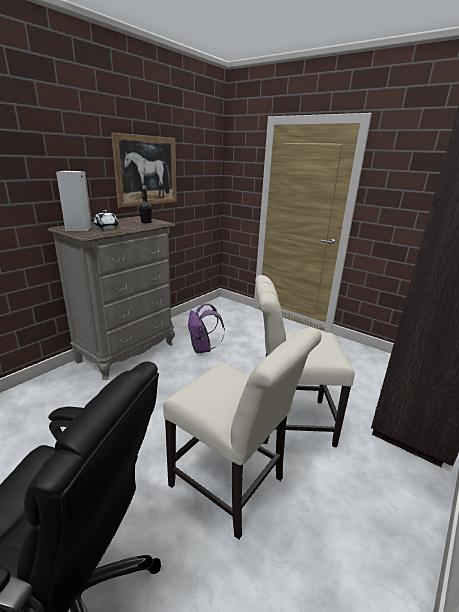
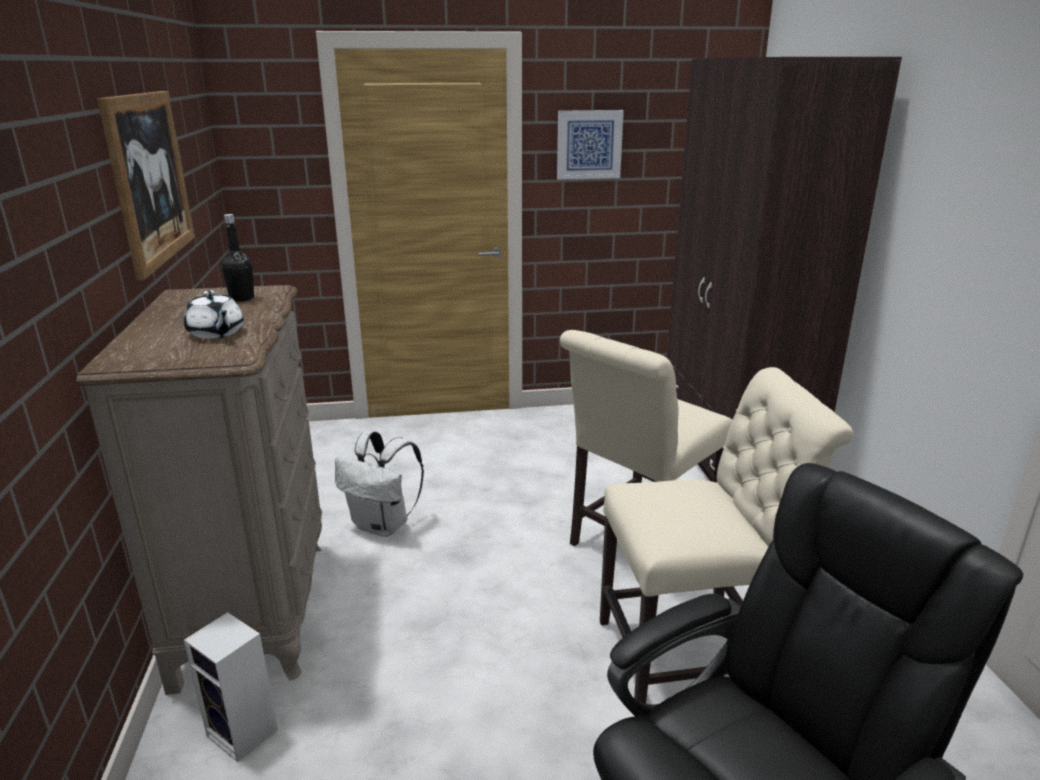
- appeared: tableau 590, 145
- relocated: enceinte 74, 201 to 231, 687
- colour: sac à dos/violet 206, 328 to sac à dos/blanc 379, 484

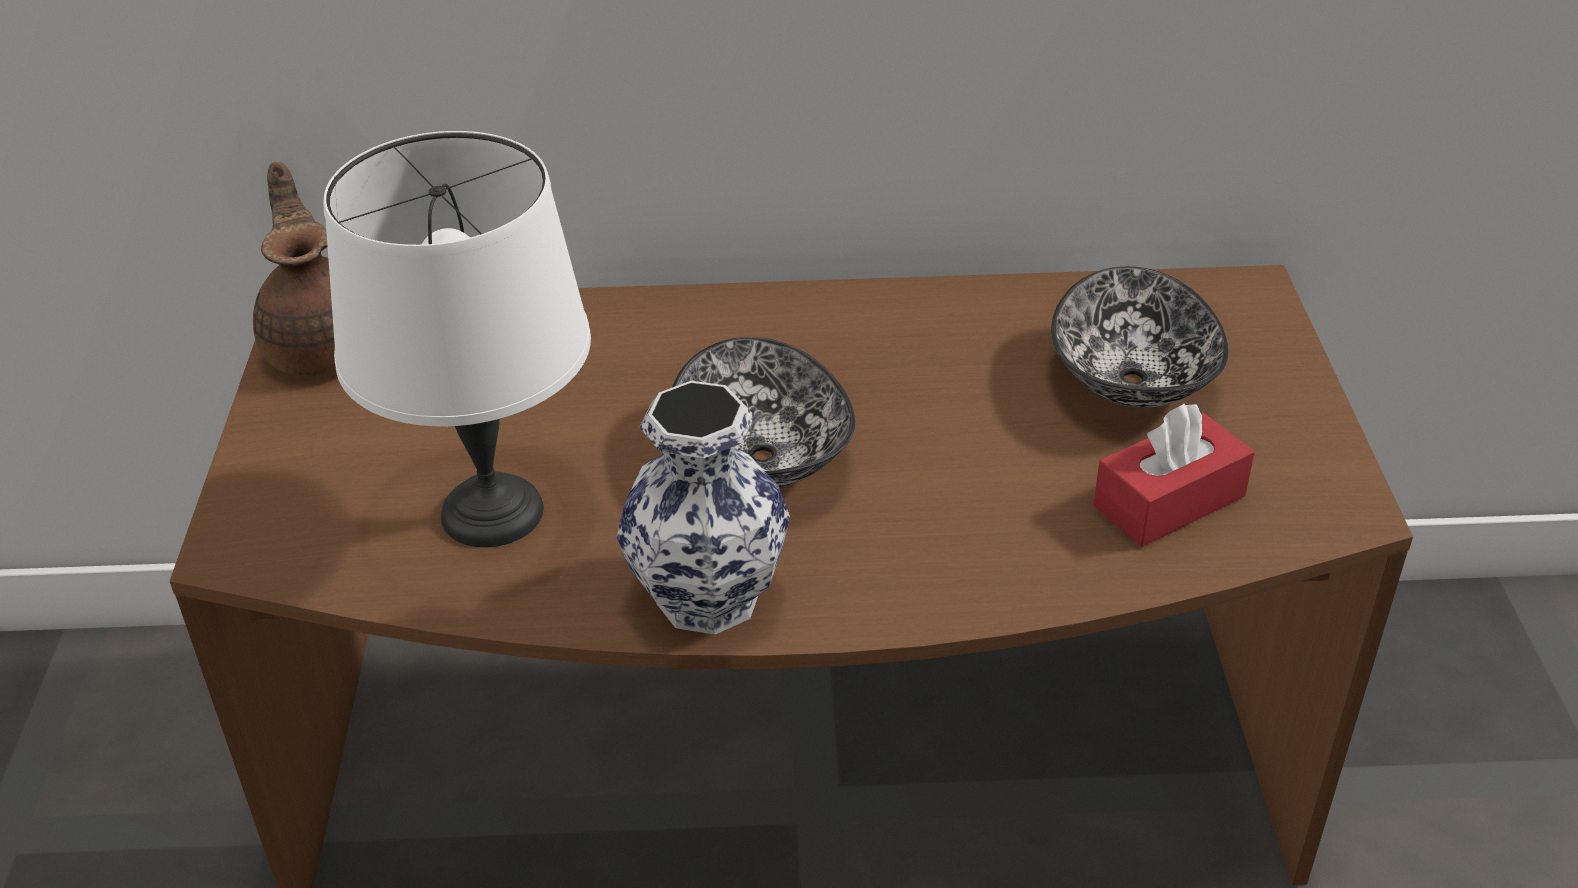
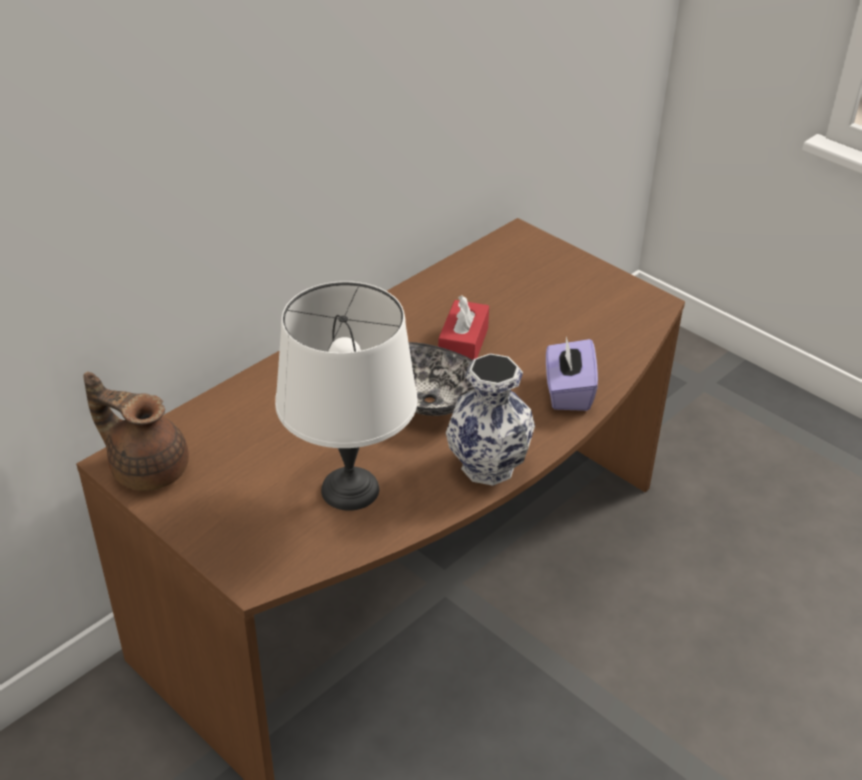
- missing: bol 1140, 337
- appeared: boîte à mouchoirs/violet 572, 374
- relocated: boîte à mouchoirs/rouge 1174, 475 to 463, 327

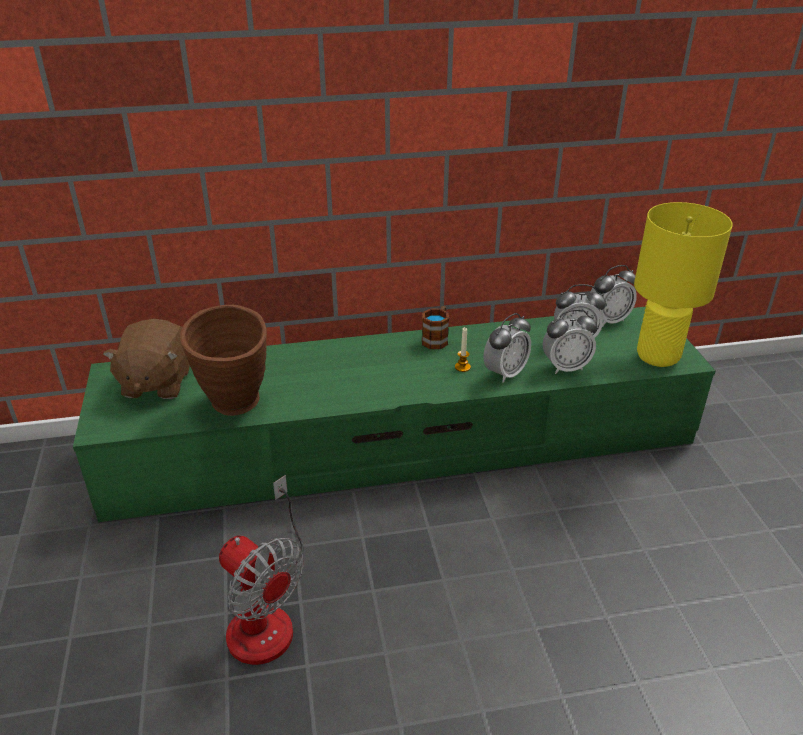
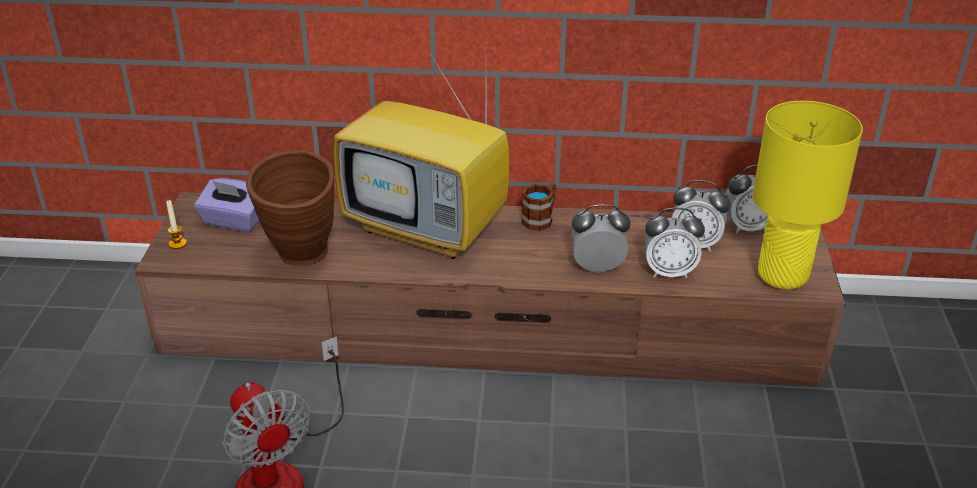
- appeared: téléviseur 421, 154
- relocated: bougie 463, 349 to 176, 224
- exchanged: peluche/marron 146, 359 to boîte à mouchoirs/violet 227, 205
- colour: meuble télé/vert 394, 414 to meuble télé/marron 490, 289
- spun: réveil 507, 348 = 601, 238 150 degrees counterclockwise

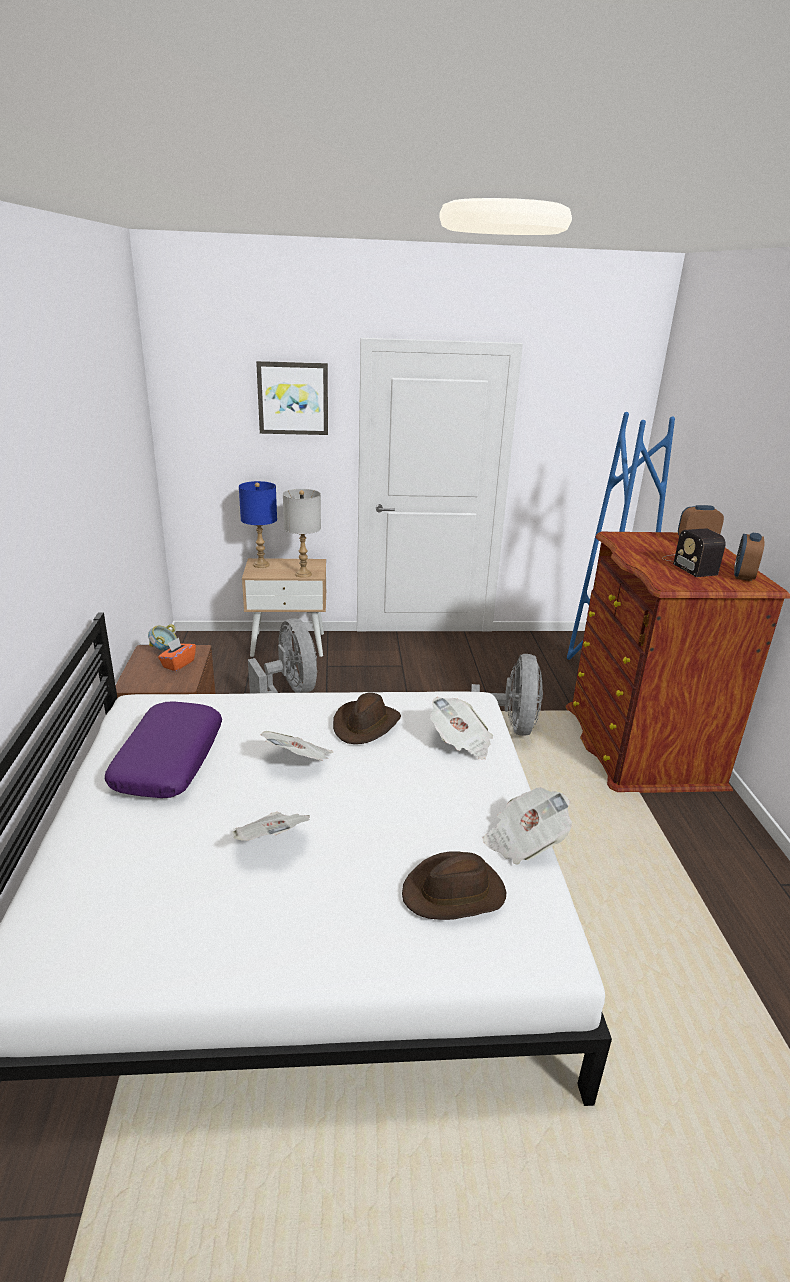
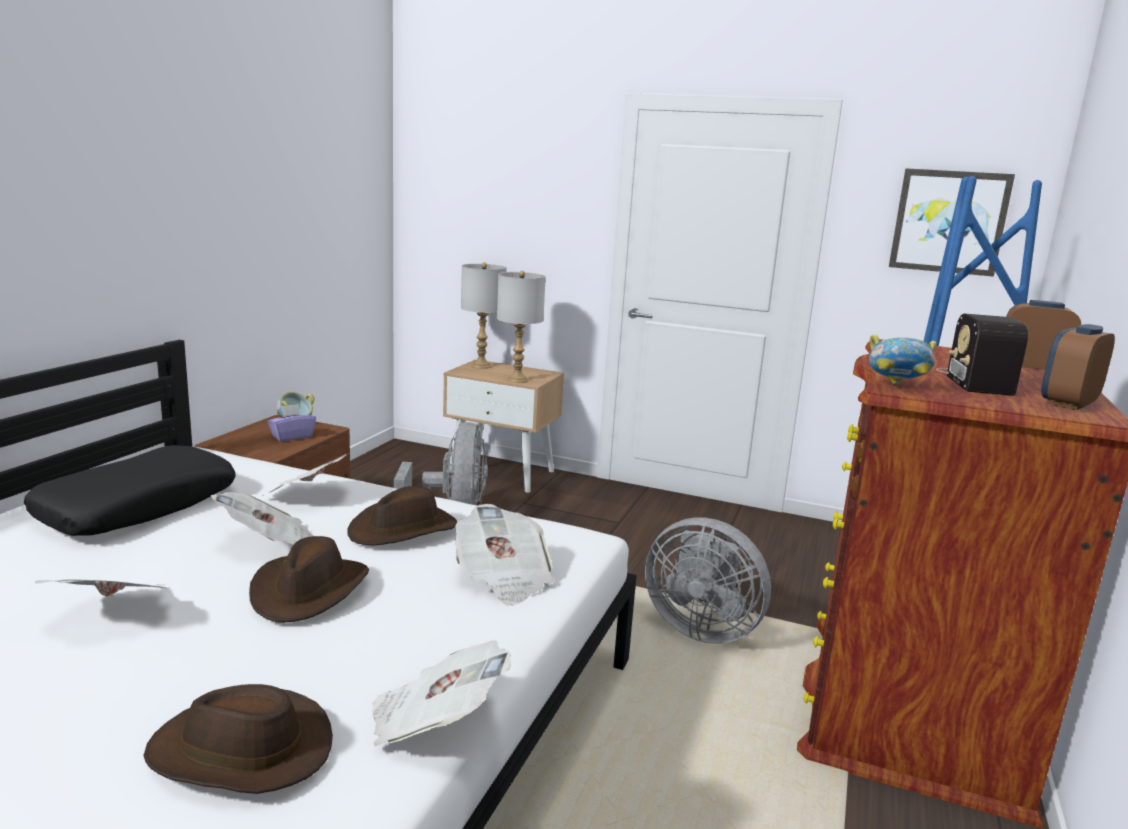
- appeared: chapeau/marron 309, 579
- appeared: journal 306, 474
- appeared: bol 903, 359
- relocated: tableau 292, 398 to 952, 222
- colour: coussin/violet 163, 750 to coussin/noir 130, 490
- colour: boîte à mouchoirs/orange 177, 654 to boîte à mouchoirs/violet 291, 423
- colour: lampe de table/bleu 258, 524 to lampe de table/gris 484, 315
- spun: ventilateur/gris 507, 695 = 708, 580 90 degrees clockwise

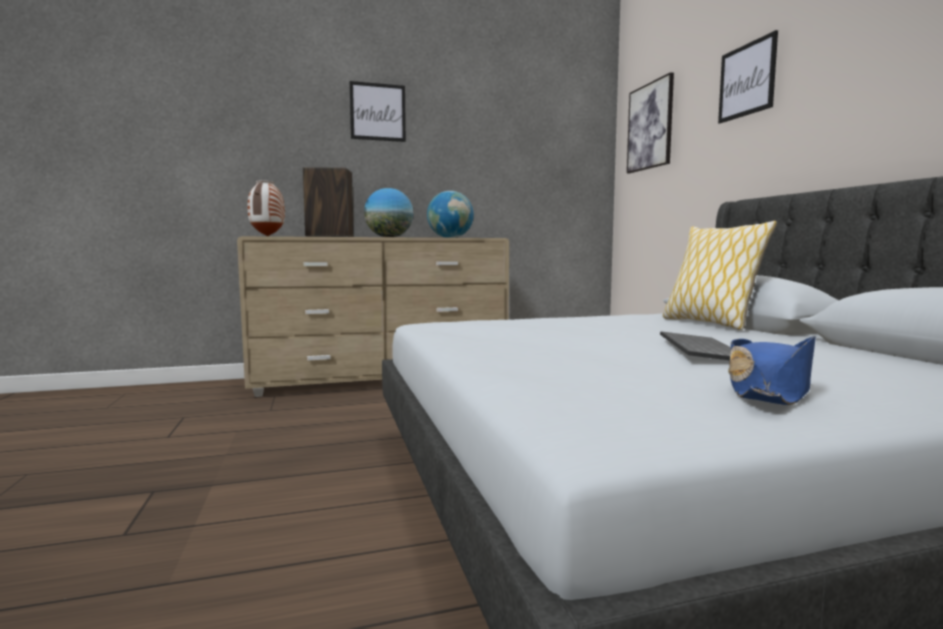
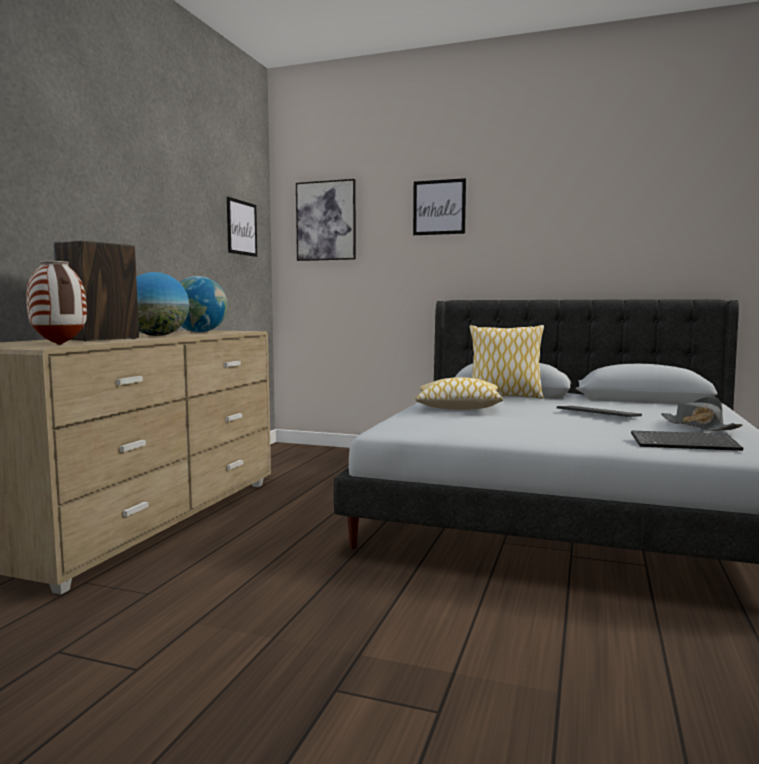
- appeared: coussin 459, 393
- appeared: clavier 687, 441
- relocated: tableau 378, 111 to 242, 227
- colour: chapeau/bleu 772, 370 to chapeau/gris 702, 414

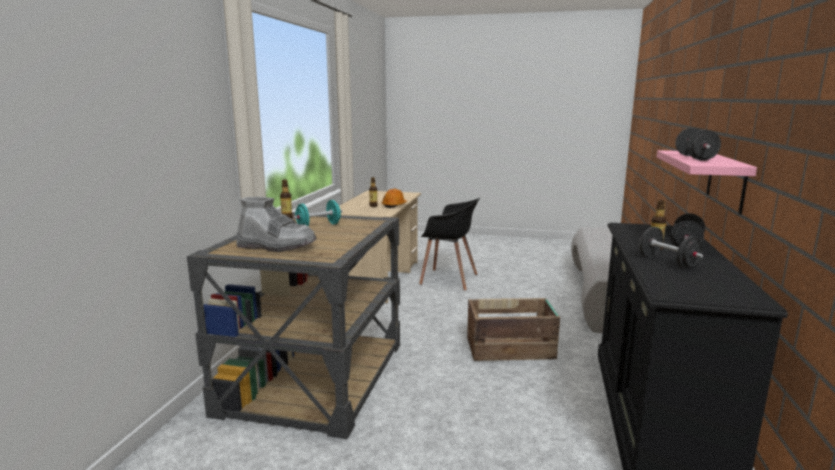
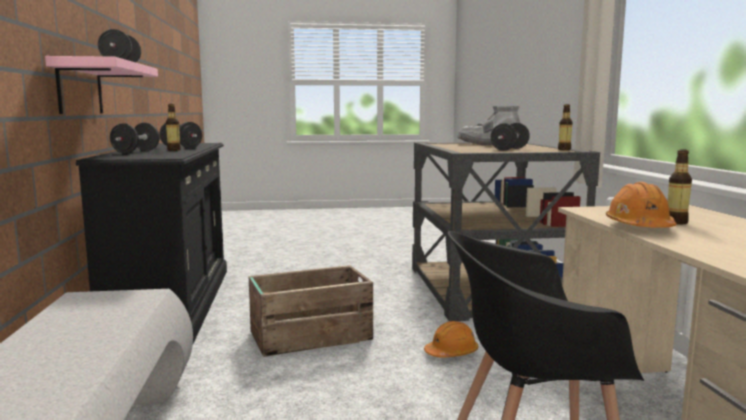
- appeared: casque de chantier/orange 451, 339
- colour: haltère/turquoise 318, 213 to haltère/noir 510, 137

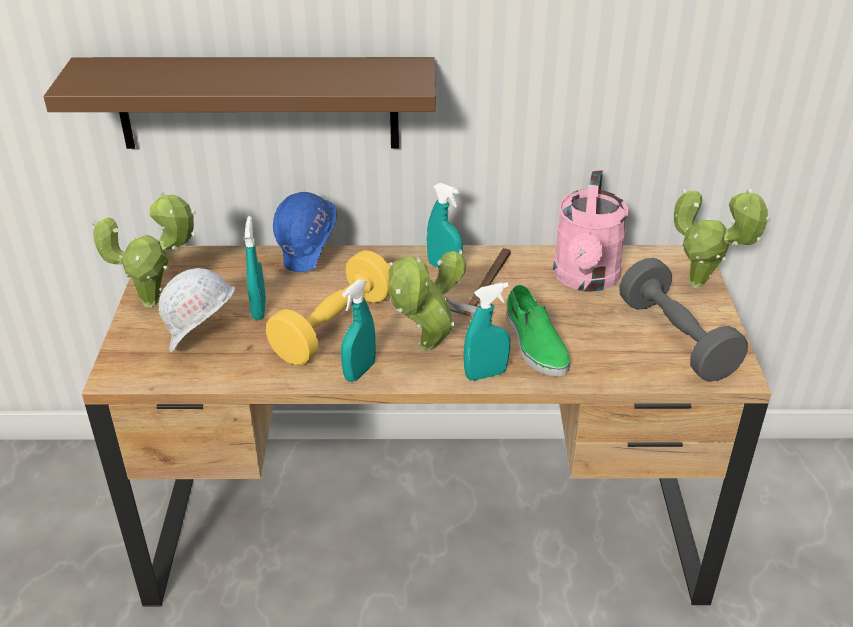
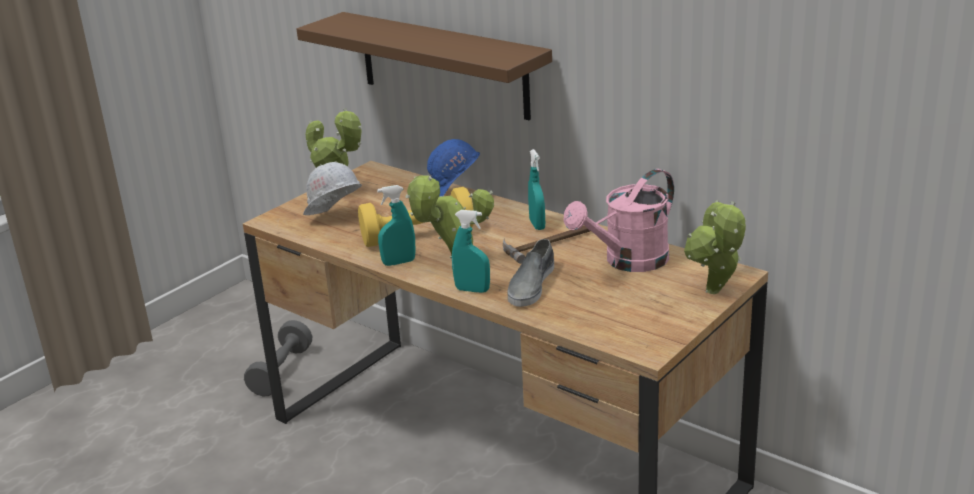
- missing: vaporisateur/turquoise 255, 268
- relocated: haltère/gris 683, 320 to 278, 358
- colour: chaussure/vert 538, 330 to chaussure/gris 531, 273

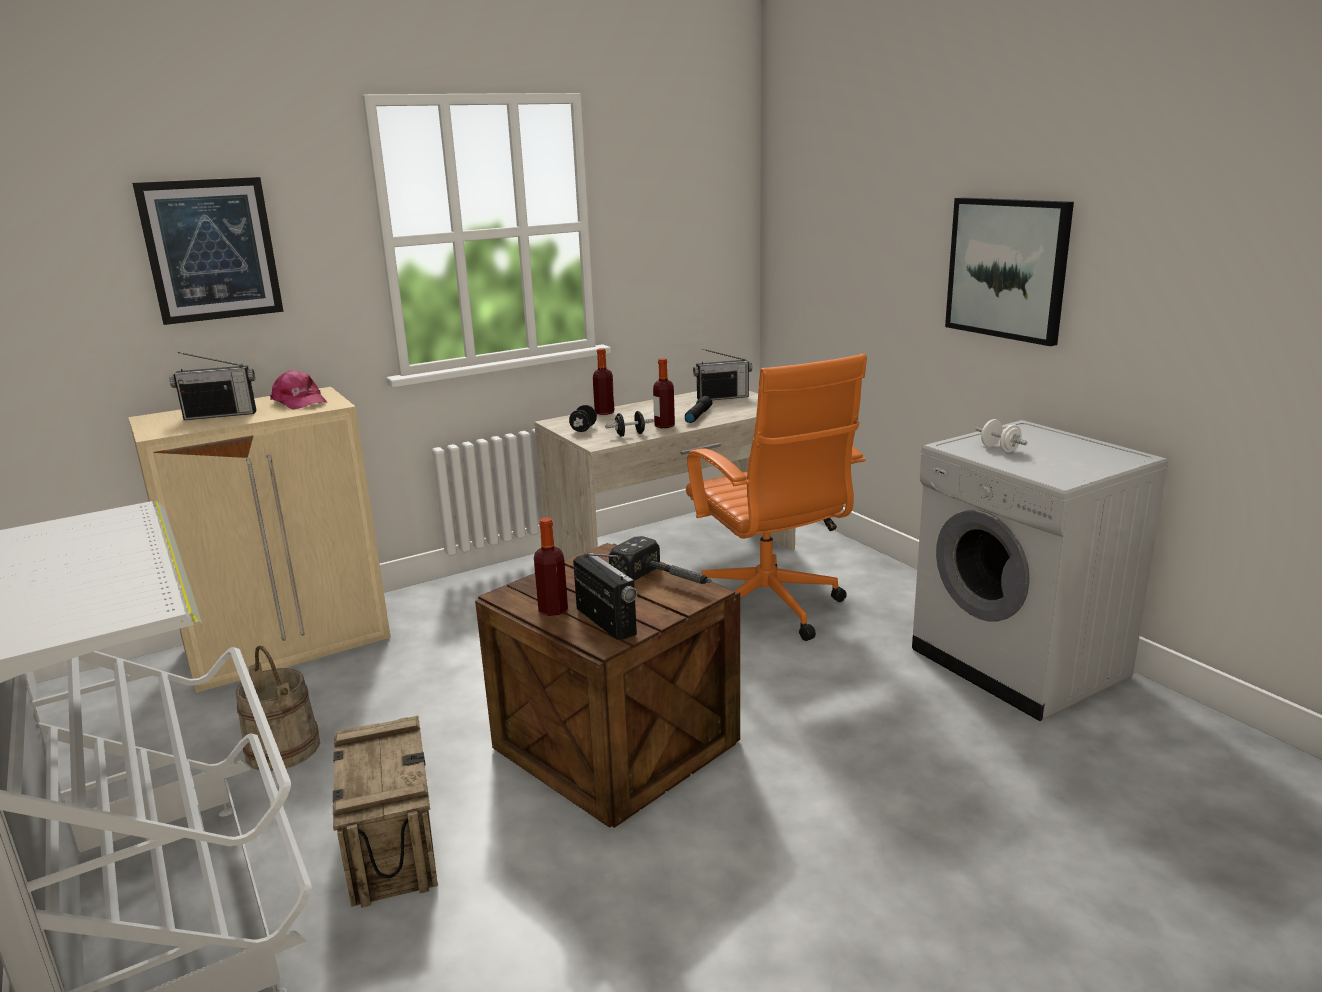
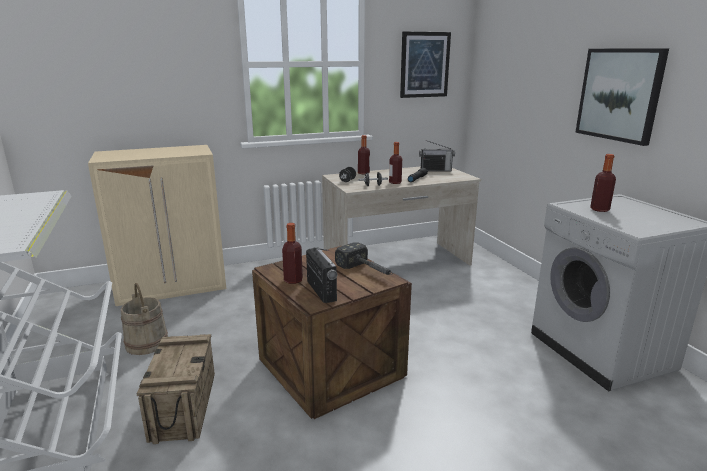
- missing: radio 213, 386
- missing: casquette/rose 298, 390
- missing: chaise de bureau/orange 776, 497
- relocated: tableau 208, 251 to 425, 64
- exchanged: haltère/blanc 1001, 435 to bouteille 603, 183

